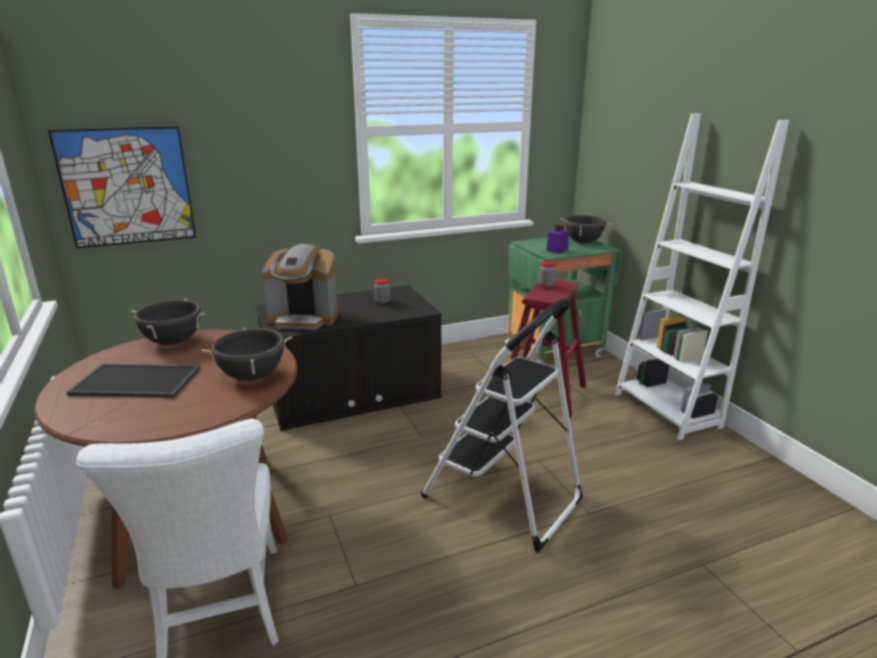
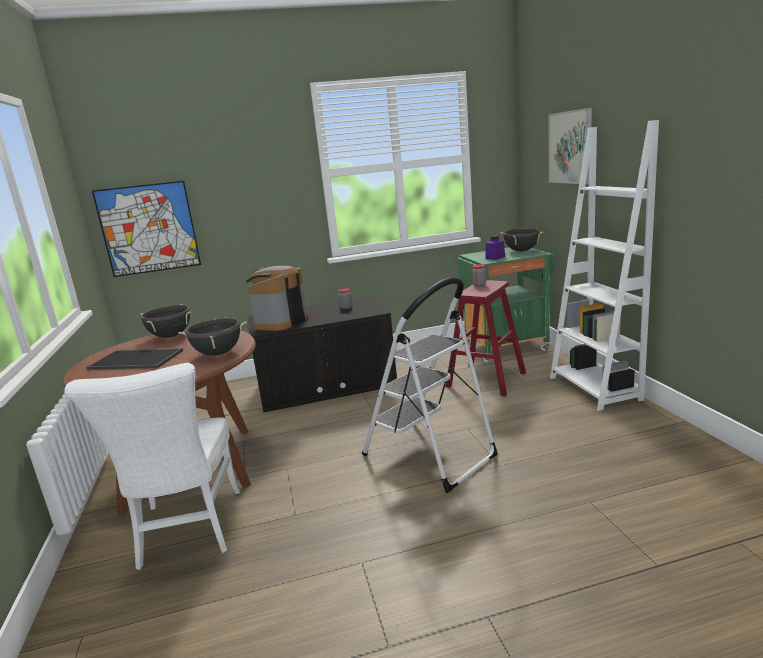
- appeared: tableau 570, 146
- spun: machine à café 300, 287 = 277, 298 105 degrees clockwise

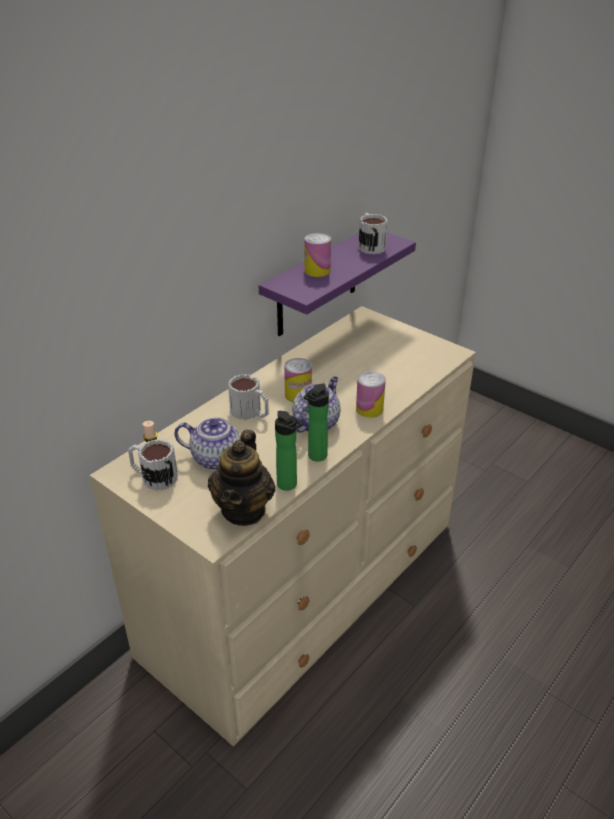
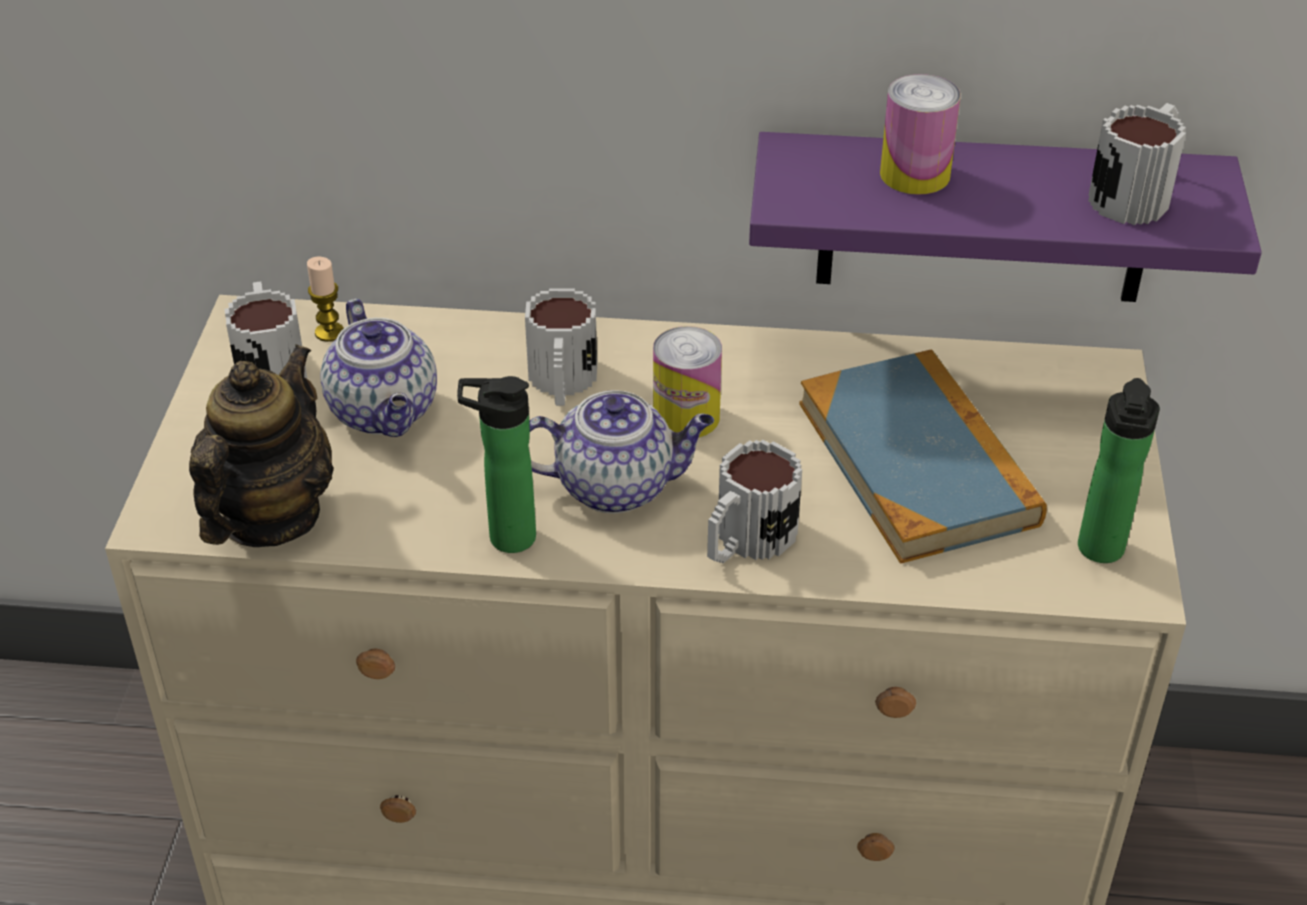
- appeared: livre 923, 456
- relocated: bouteille 289, 451 to 1119, 470
- exchanged: boîte métallique 371, 394 to mug 754, 502
- spun: théière 241, 478 = 261, 446 135 degrees clockwise

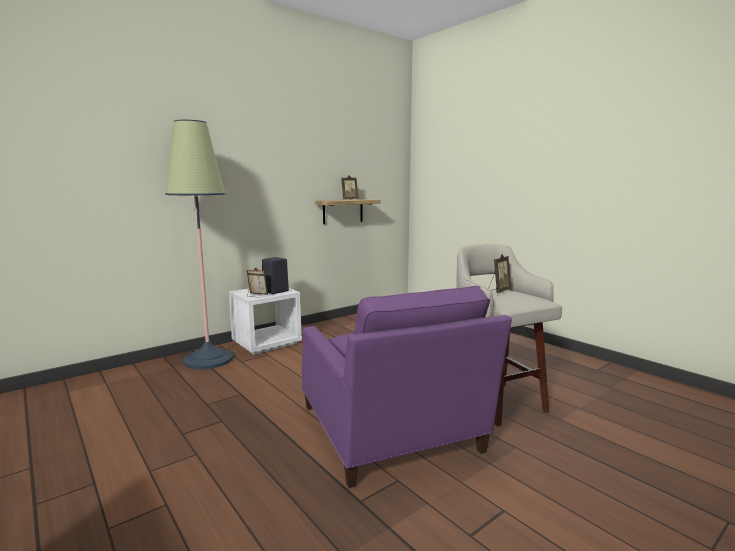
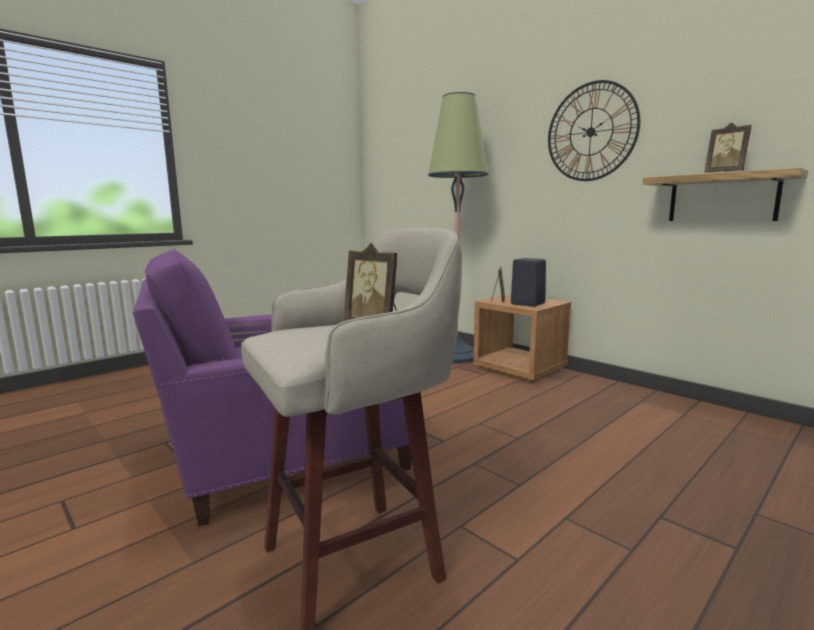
- appeared: horloge murale 594, 130
- colour: table de chevet/blanc 265, 321 to table de chevet/marron 522, 338

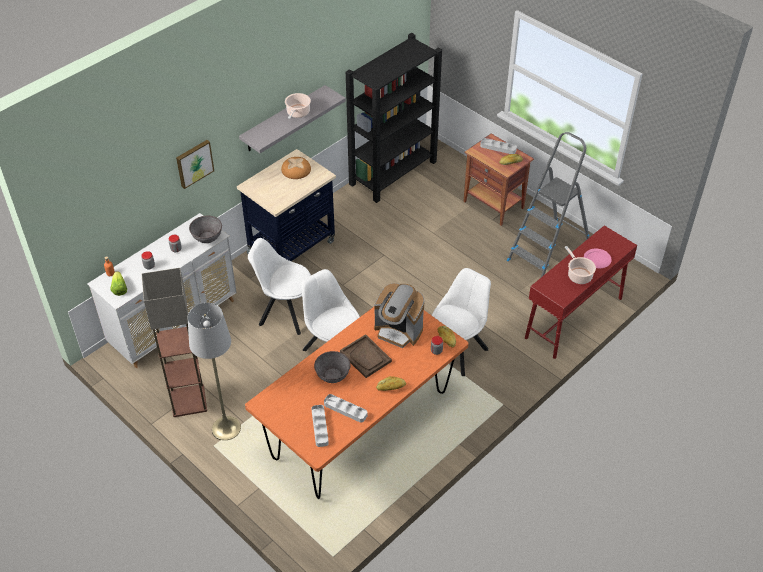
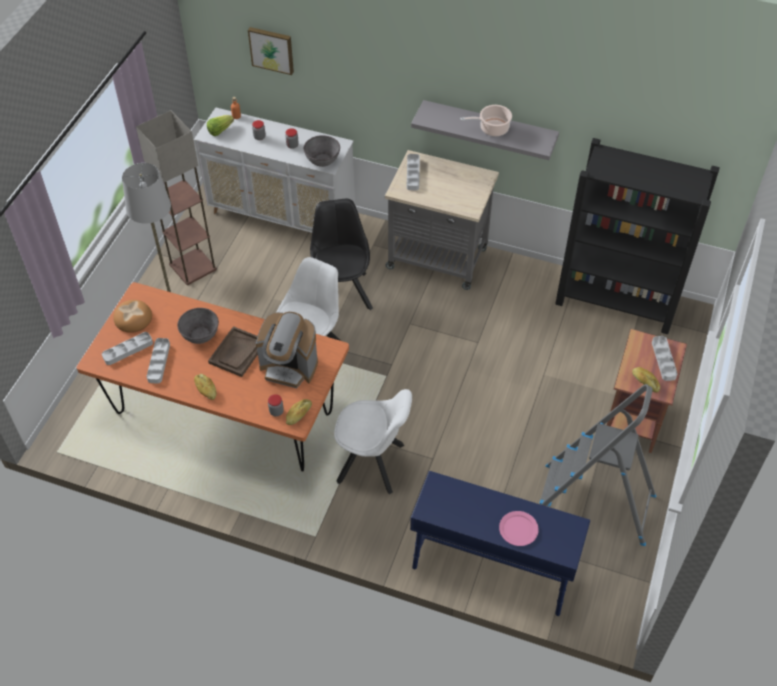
- missing: marmite 580, 265
- appeared: plateau/gris 413, 172
- relocated: tableau 195, 164 to 271, 51
- relocated: pain 296, 168 to 132, 316
- colour: chariot/bleu 286, 205 to chariot/gris 442, 220
- colour: chaise/blanc 279, 286 to chaise/noir 341, 254
- colour: table console/rouge 581, 292 to table console/bleu 500, 543
- spun: machine à café 399, 315 = 287, 350 75 degrees counterclockwise

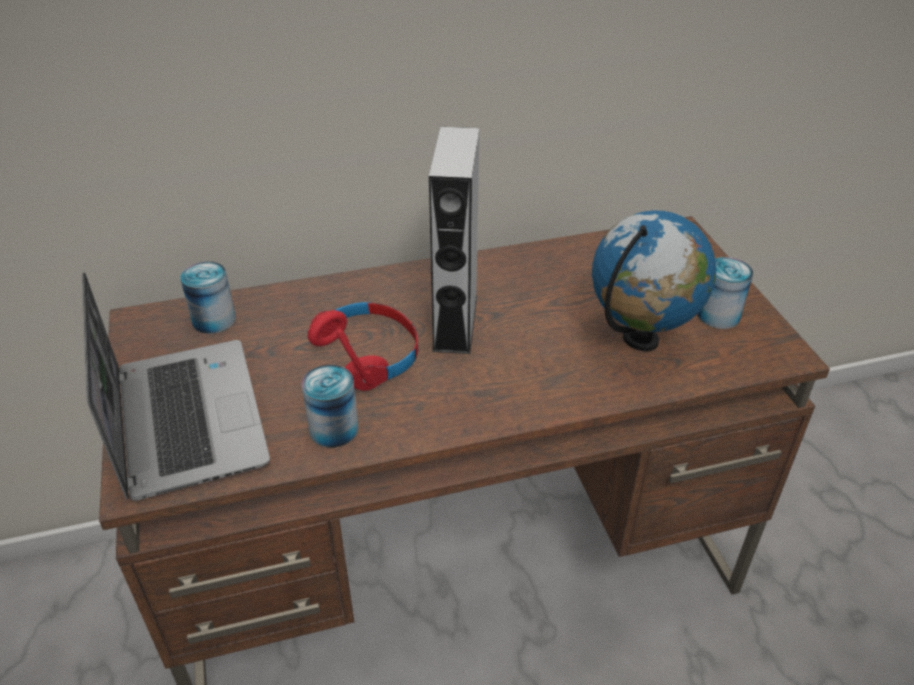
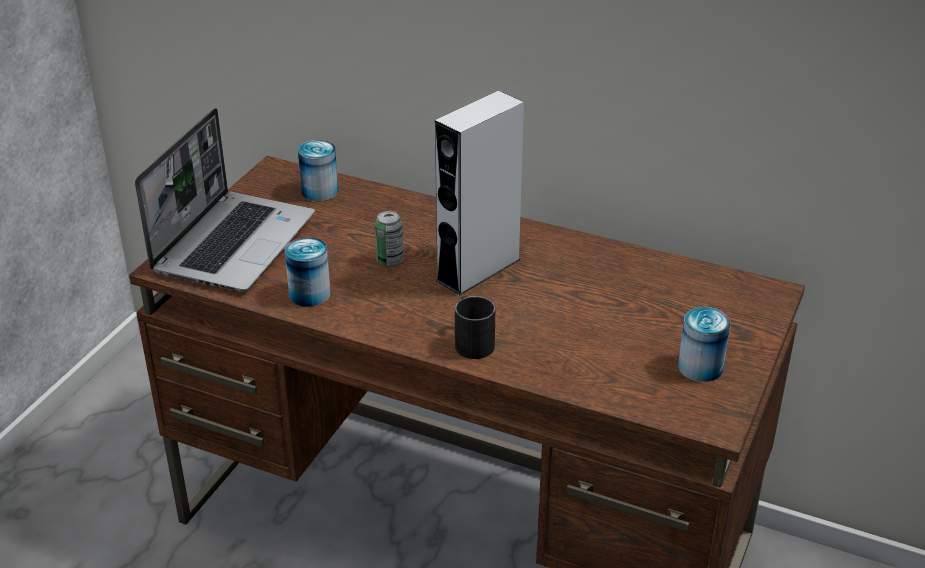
- missing: globe 654, 281
- appeared: mug/noir 475, 327
- exchanged: casque audio/rouge 363, 346 to boîte métallique 389, 239

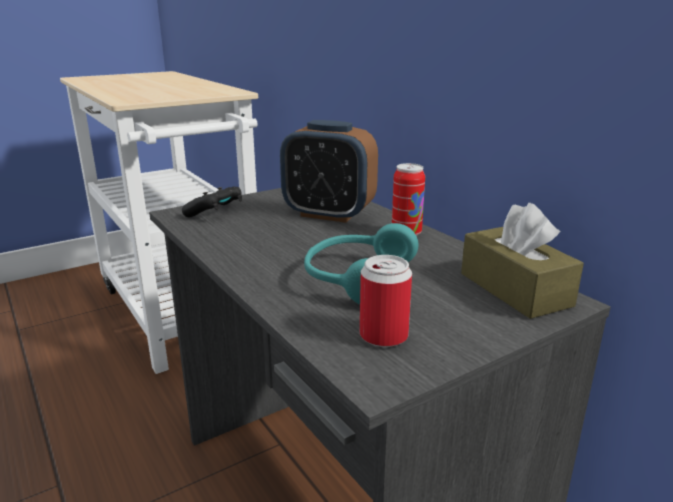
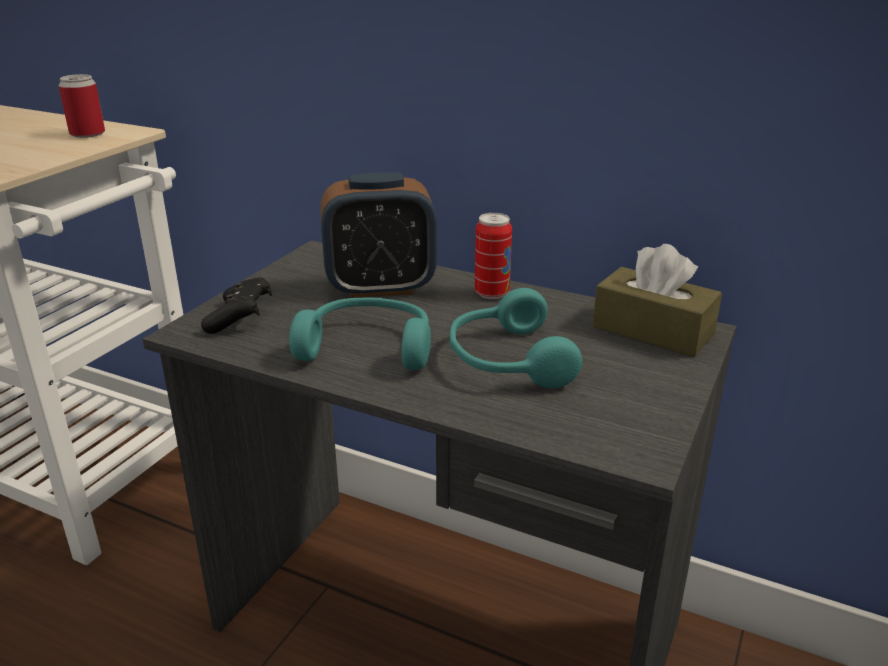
- appeared: casque audio/turquoise 360, 333
- relocated: boîte métallique 386, 301 to 82, 106

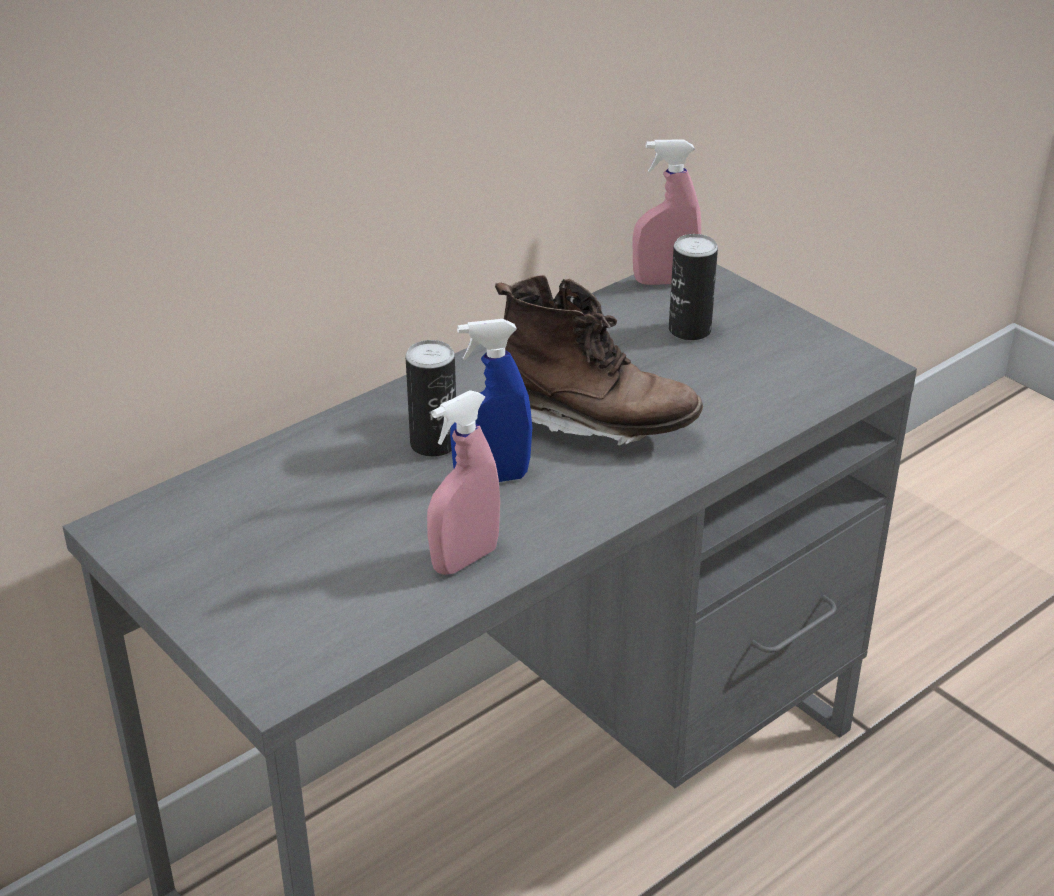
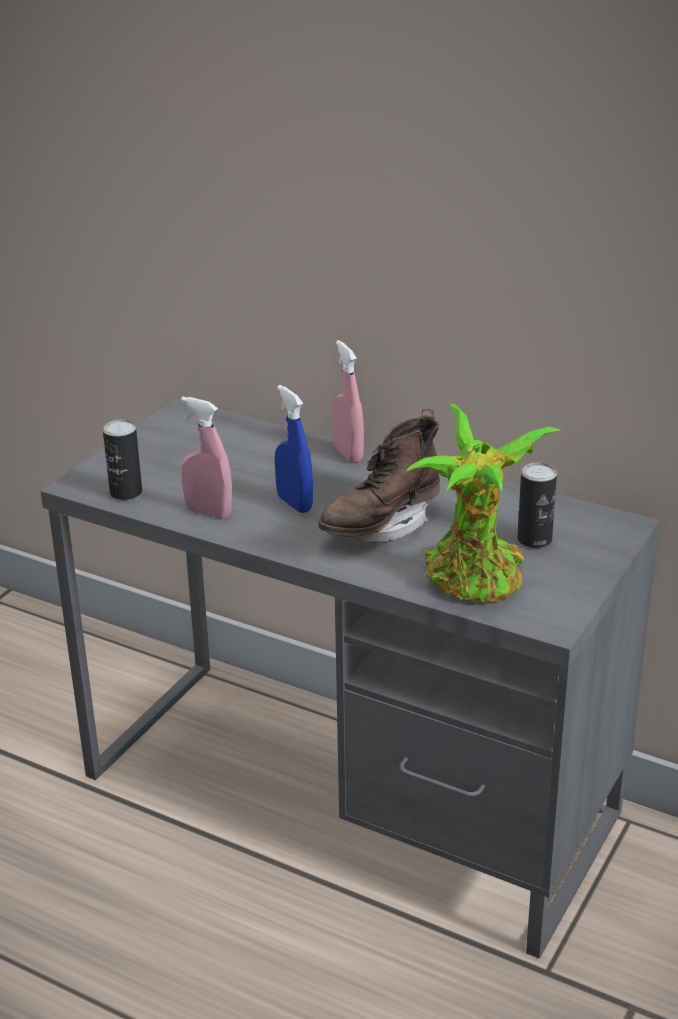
- appeared: plante en pot 482, 503
- relocated: boîte métallique 431, 398 to 122, 459
- relocated: vaporisateur/rose 666, 212 to 348, 401
- spun: botte/marron 599, 360 = 379, 475 45 degrees clockwise

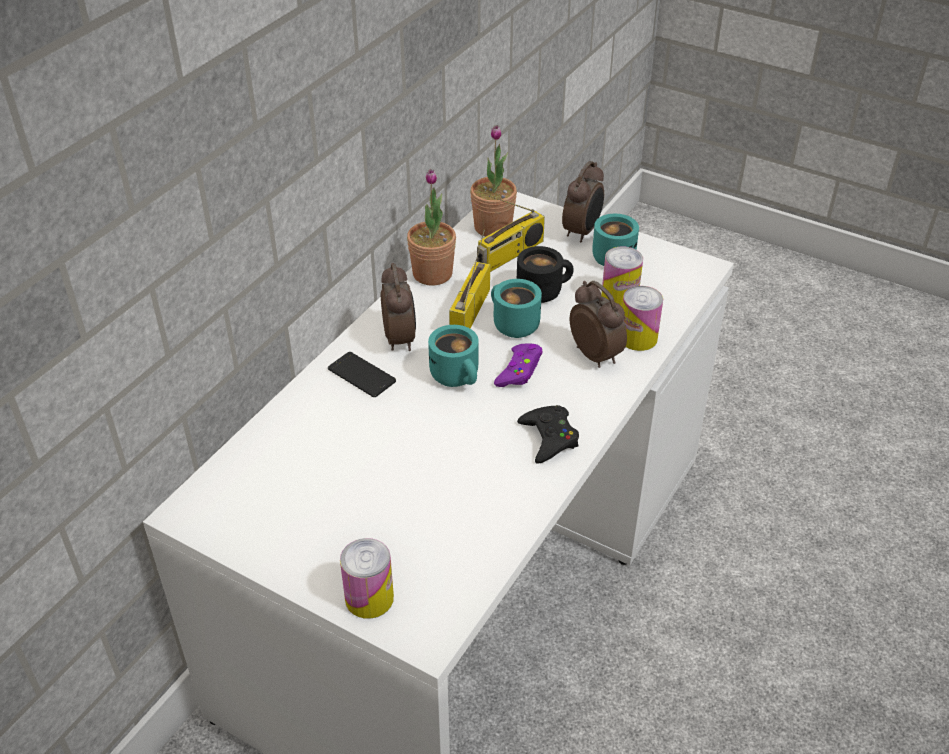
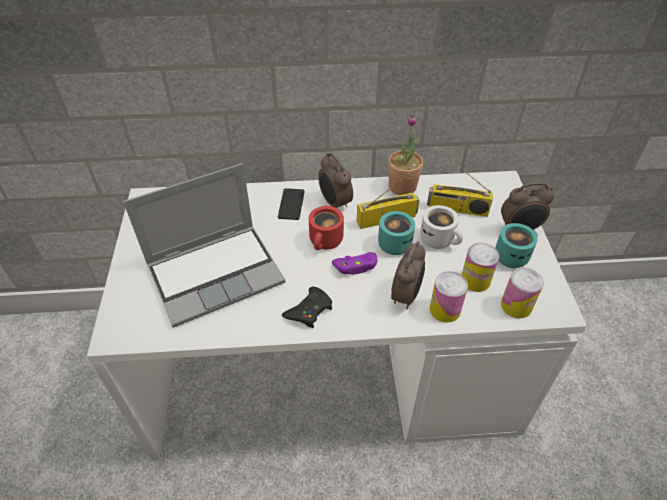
- missing: plante en pot 493, 181
- appeared: ordinateur portable 204, 245
- relocated: boîte métallique 367, 578 to 522, 293
- colour: mug/turquoise 453, 356 to mug/rouge 326, 228
- colour: mug/noir 545, 274 to mug/blanc 441, 227
- spun: réveil 398, 307 = 335, 180 105 degrees clockwise

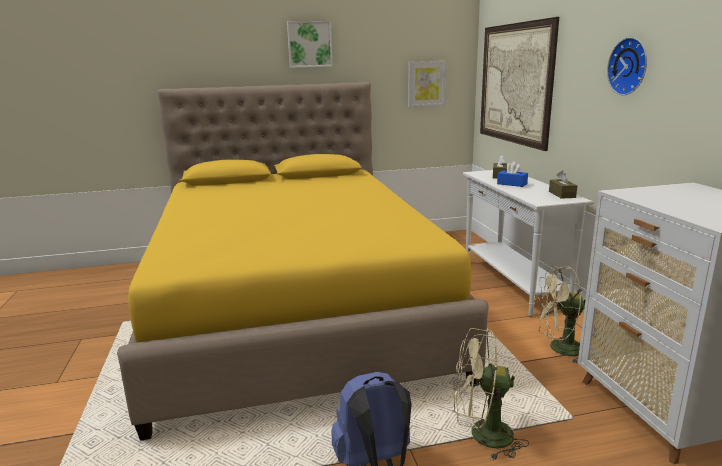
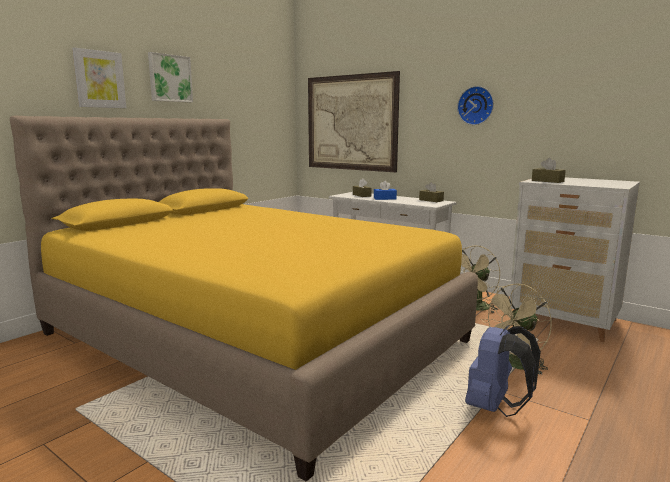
- appeared: boîte à mouchoirs/marron 549, 170
- relocated: tableau 427, 84 to 99, 77

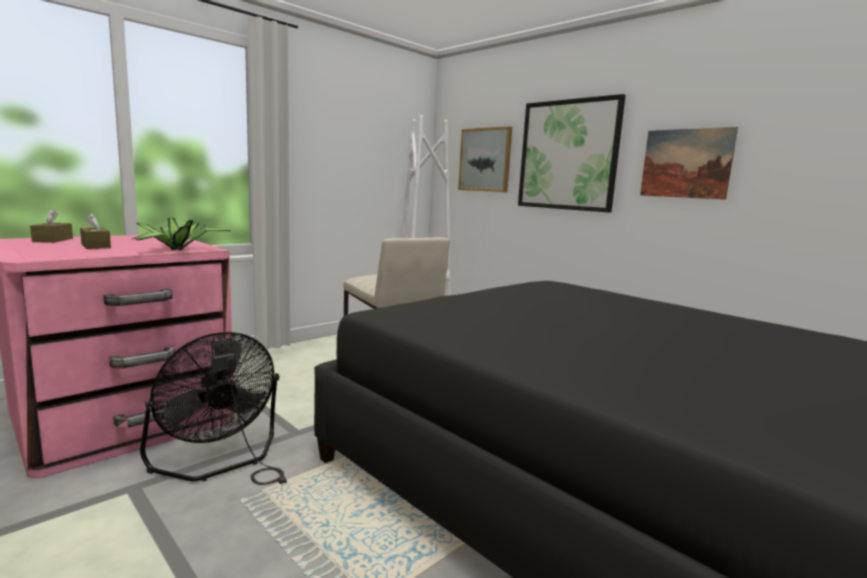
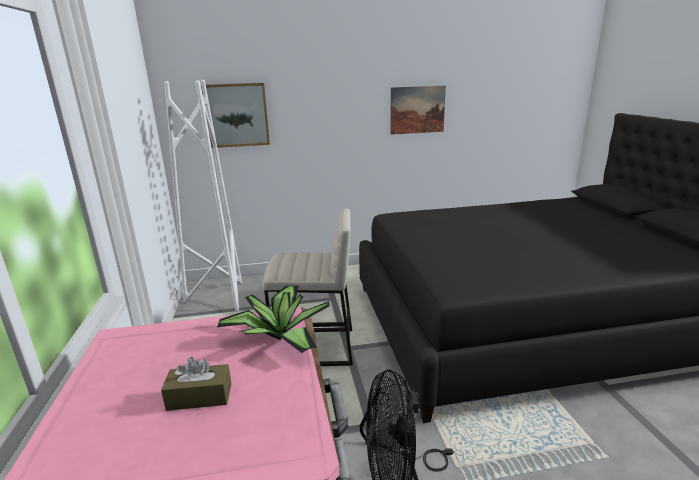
- missing: boîte à mouchoirs/marron 51, 226
- missing: tableau 572, 153

